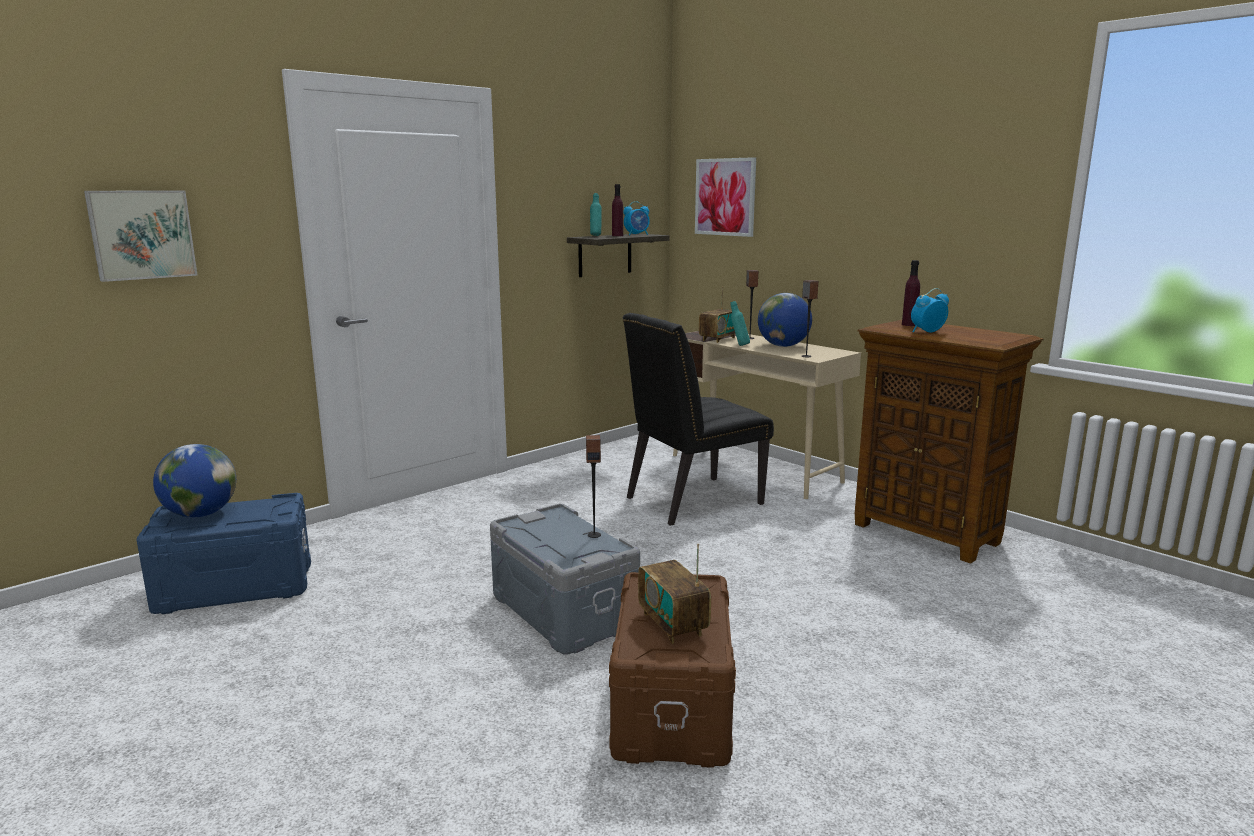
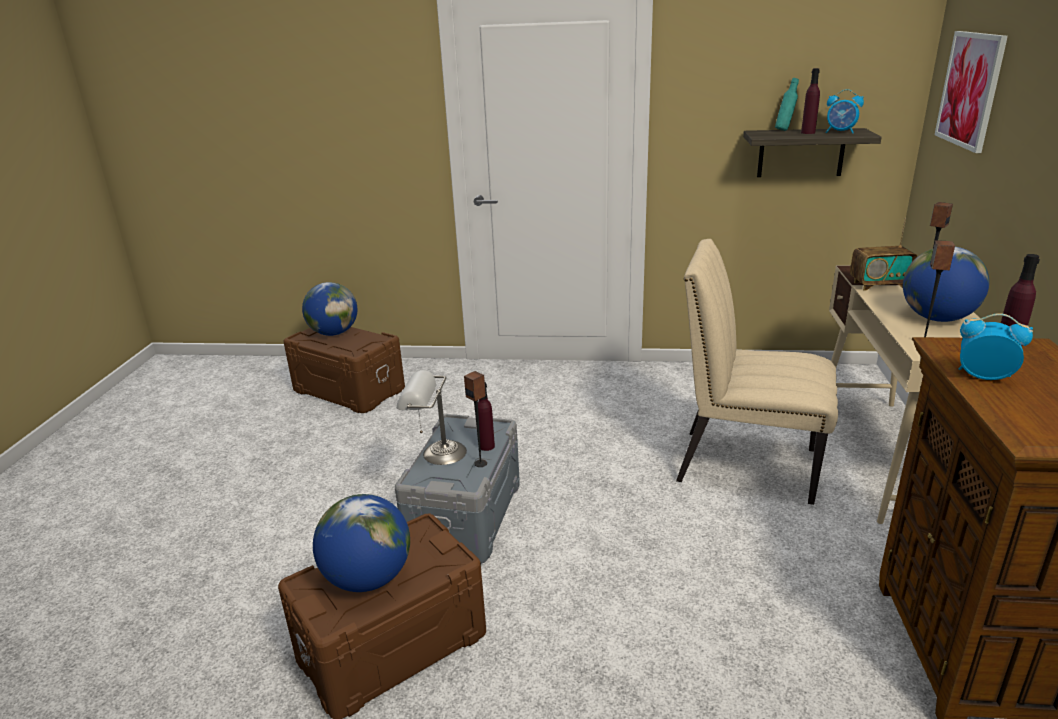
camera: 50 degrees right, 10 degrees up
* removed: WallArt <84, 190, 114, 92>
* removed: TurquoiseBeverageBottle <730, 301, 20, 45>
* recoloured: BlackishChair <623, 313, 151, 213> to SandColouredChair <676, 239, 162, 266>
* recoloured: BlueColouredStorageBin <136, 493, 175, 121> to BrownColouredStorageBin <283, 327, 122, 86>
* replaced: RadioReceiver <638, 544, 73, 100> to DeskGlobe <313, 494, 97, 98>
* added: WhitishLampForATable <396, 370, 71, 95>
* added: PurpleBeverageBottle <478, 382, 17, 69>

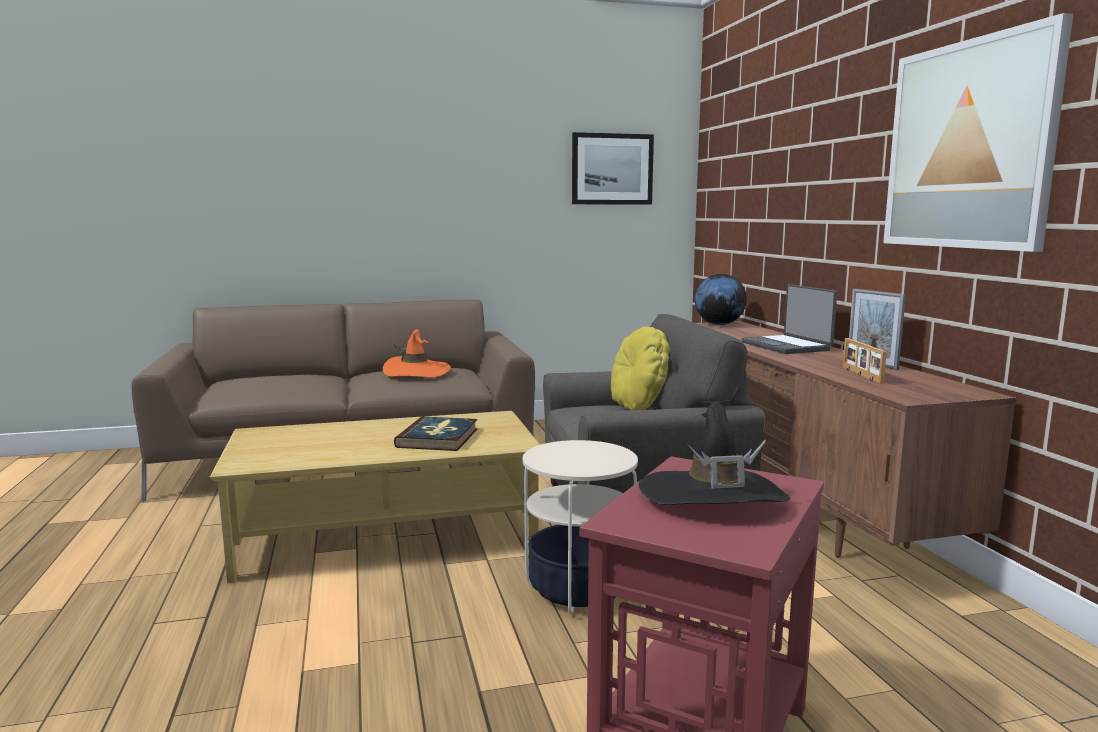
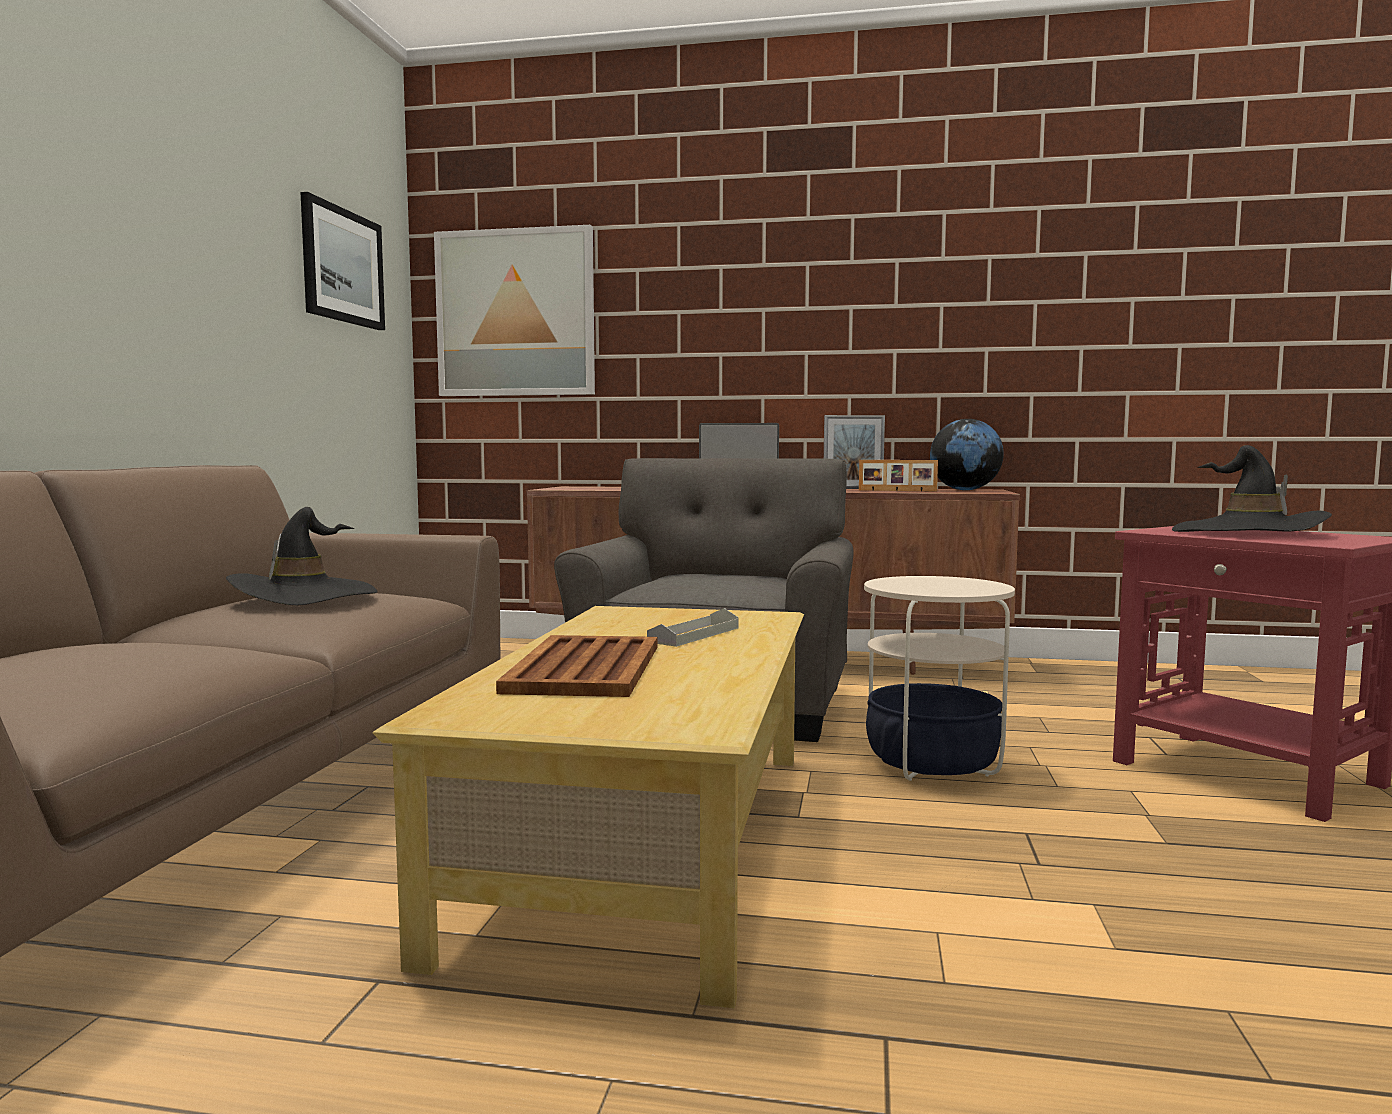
camera: 65 degrees left, 5 degrees down
* moved: WallArt <883, 13, 190, 239> to <434, 225, 161, 171>
* moved: DeskGlobe <695, 274, 52, 51> to <930, 419, 74, 71>
* removed: YellowishCushion <611, 327, 59, 83>
* recoloured: OrangeyHat <383, 329, 68, 48> to BlackishHat <226, 507, 152, 98>
* replaced: Book <394, 416, 84, 35> to GreyTray <647, 608, 92, 39>
* added: BrownColouredTray <496, 635, 162, 62>

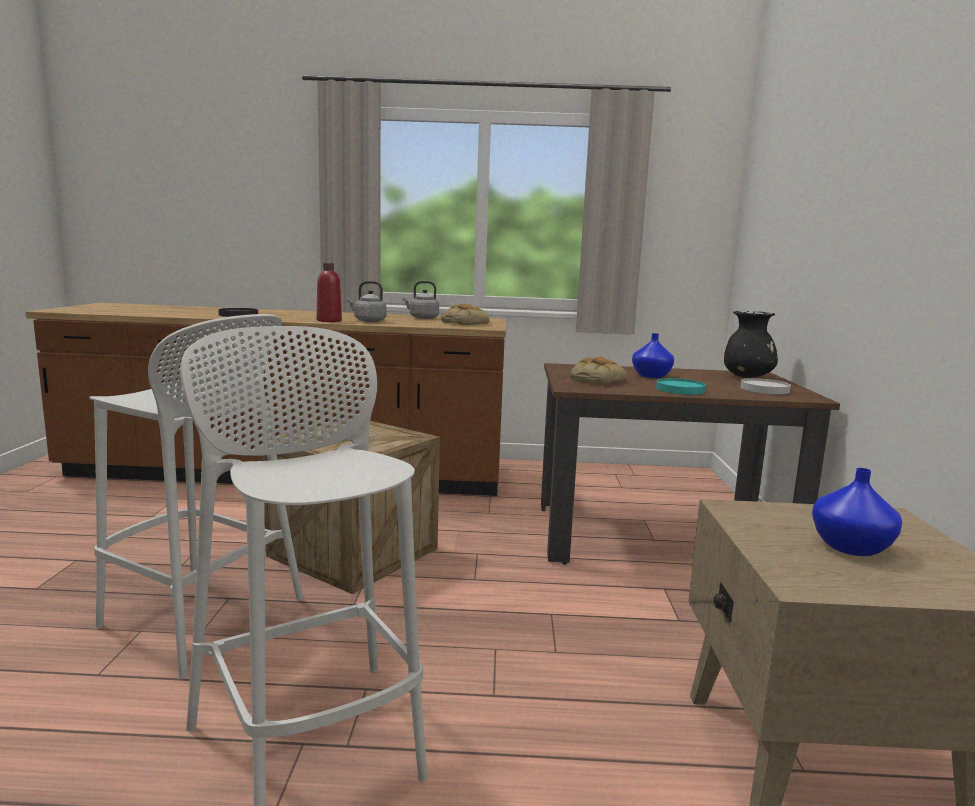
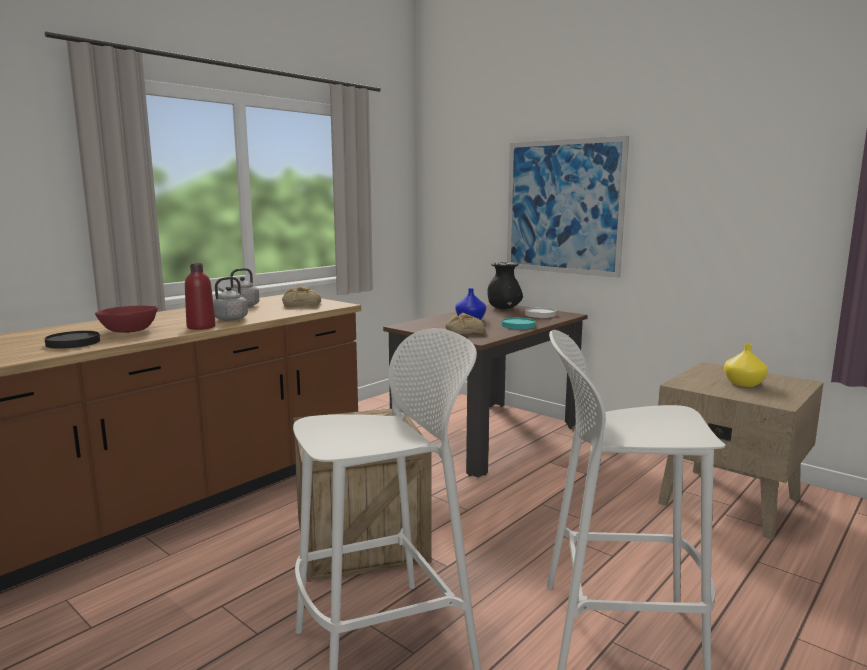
camera: 50 degrees left, 0 degrees up
* recoloured: BlueColouredFlowerVase <812, 468, 90, 88> to YellowishFlowerVase <724, 344, 44, 43>
* added: WallArt <507, 136, 122, 142>
* added: RedServingBowl <95, 306, 63, 27>

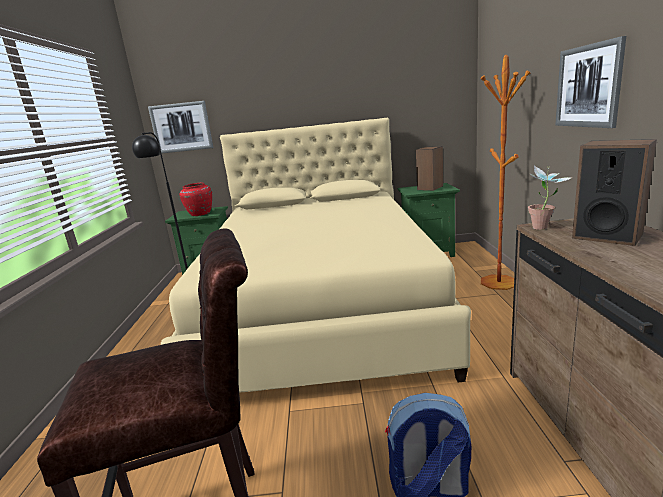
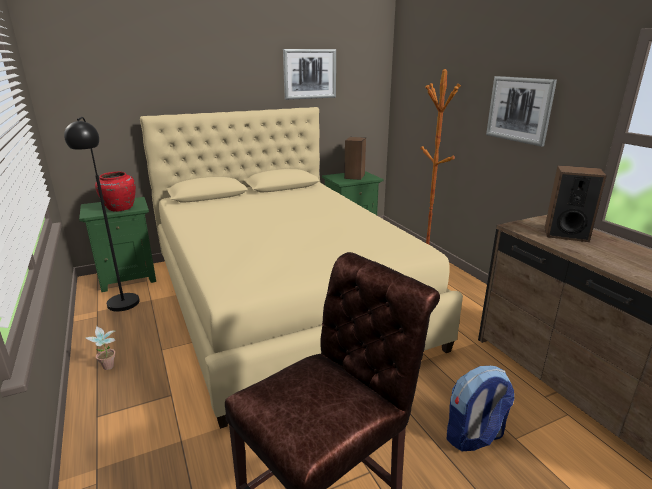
camera: 25 degrees left, 5 degrees up
* moved: WallArt <148, 101, 65, 52> to <283, 49, 53, 51>
* moved: PlantInAPot <528, 165, 45, 65> to <86, 326, 29, 44>

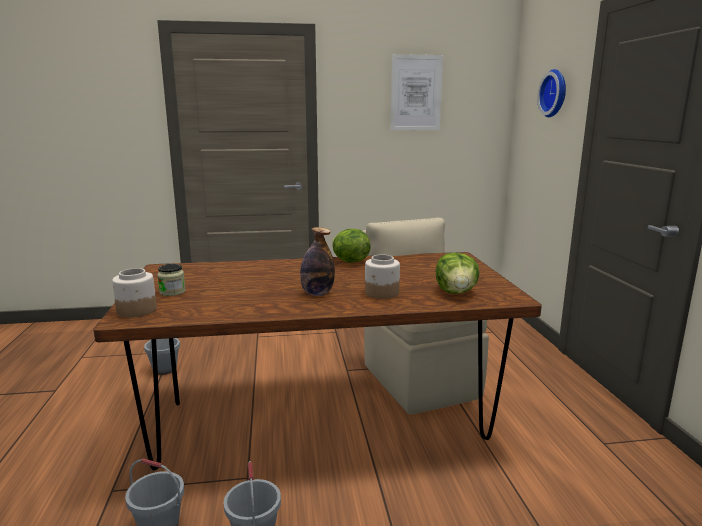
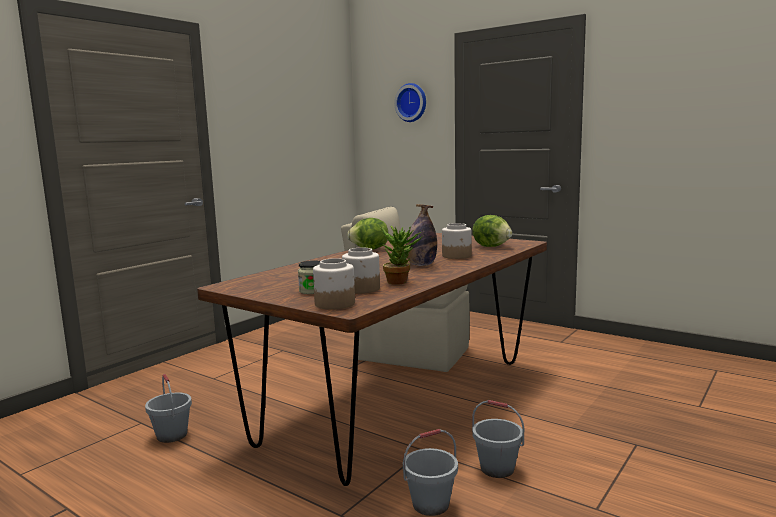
camera: 45 degrees left, 5 degrees down
* removed: WallArt <391, 54, 52, 76>
* added: PlantInAPot <380, 226, 43, 59>
* added: StorageJar <342, 248, 38, 46>

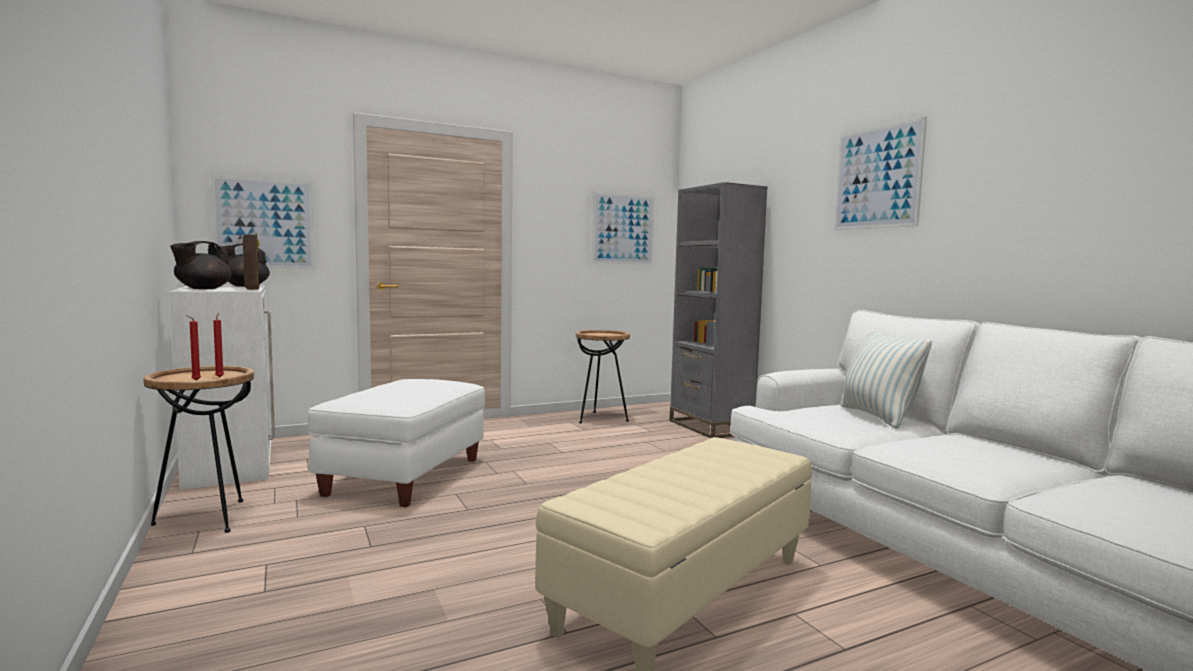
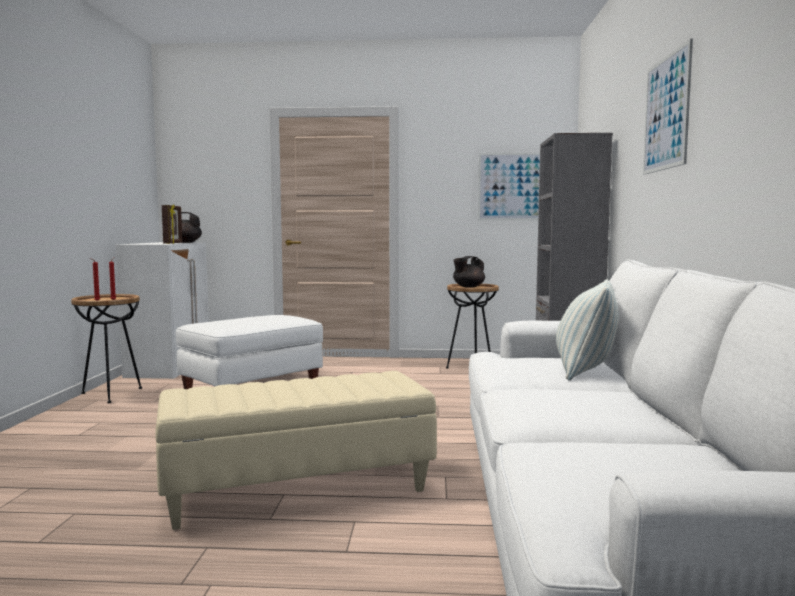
camera: 30 degrees right, 0 degrees up
* removed: WallArt <211, 175, 103, 94>
* moved: BlackishPotForTea <170, 241, 62, 48> to <453, 256, 32, 32>

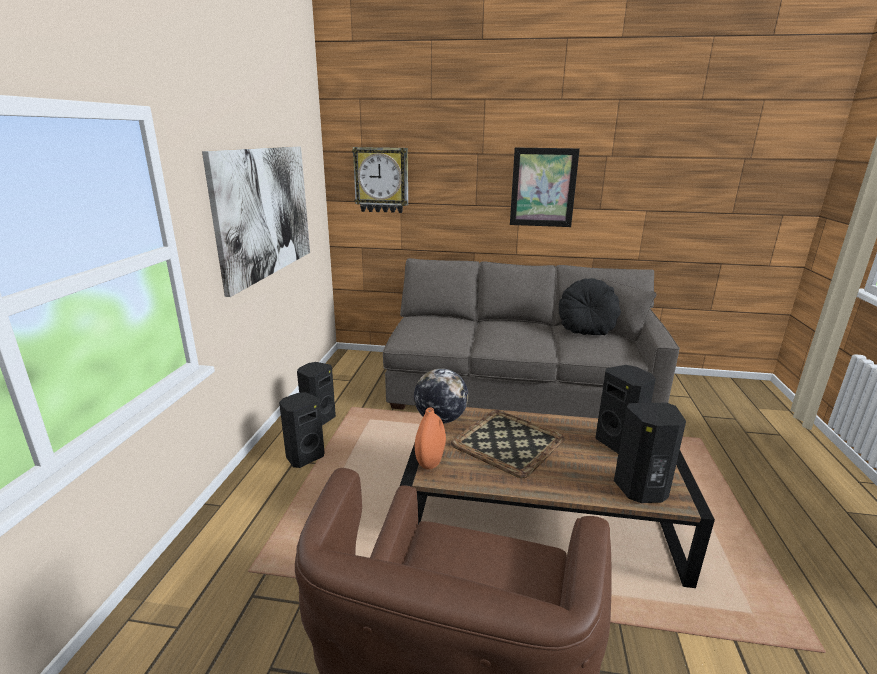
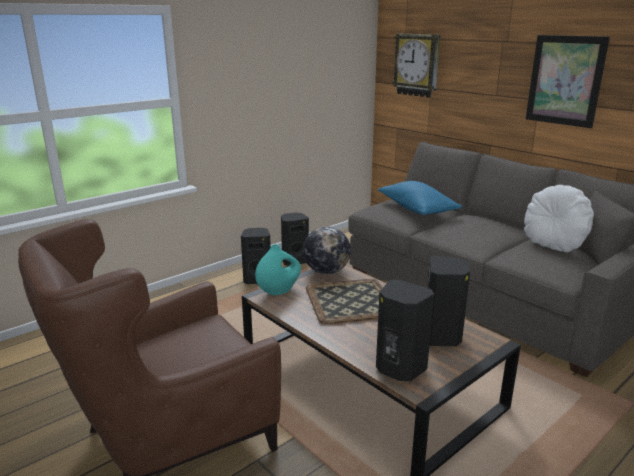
camera: 40 degrees right, 0 degrees up
* removed: WallArt <202, 146, 108, 151>
* recoloured: BlackishCushion <559, 278, 62, 57> to WhitishCushion <524, 185, 70, 67>
* recoloured: OrangeyFlowerVase <415, 407, 31, 62> to TurquoiseFlowerVase <255, 244, 46, 51>
* added: BlueColouredCushion <378, 181, 84, 34>

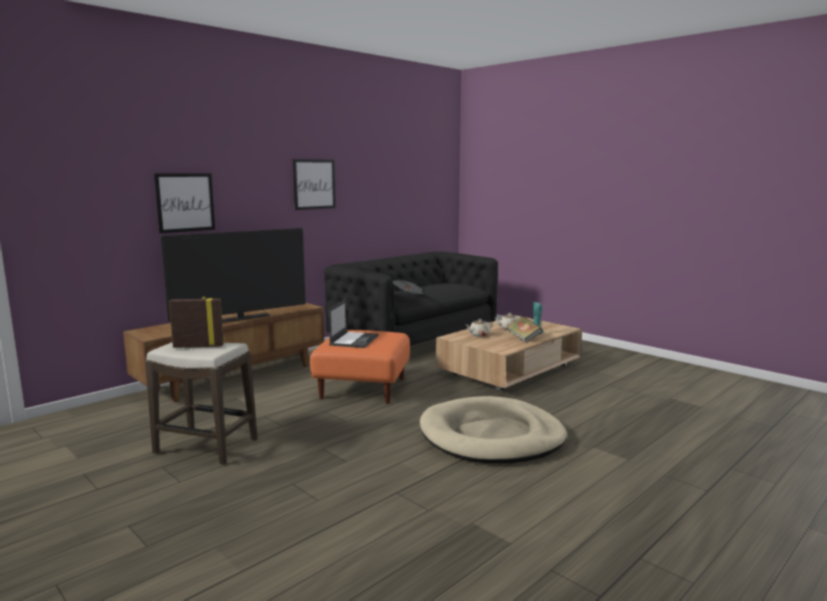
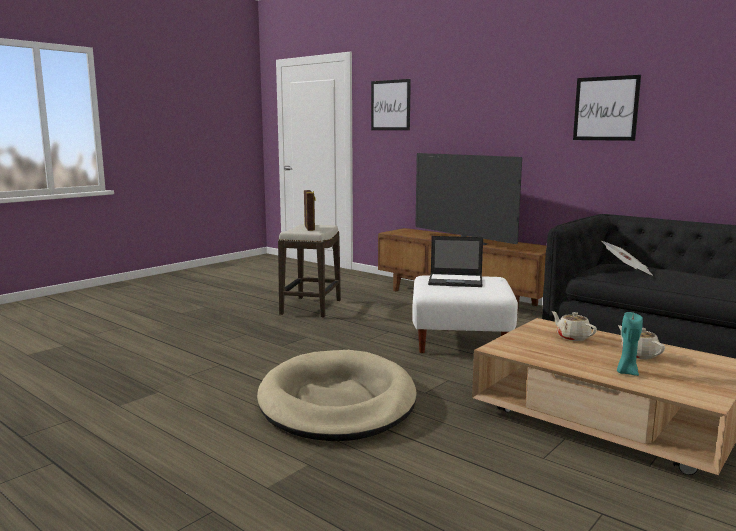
camera: 85 degrees right, 0 degrees up
* moved: WallArt <154, 173, 61, 60> to <371, 79, 40, 51>
* removed: Book <507, 316, 36, 27>
* recoloured: OrangeyFootrest <310, 330, 100, 74> to WhitishFootrest <412, 275, 106, 78>

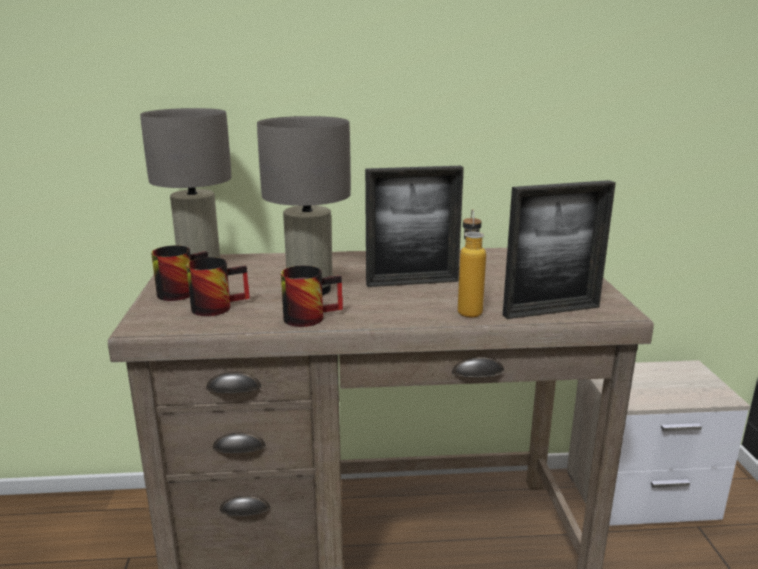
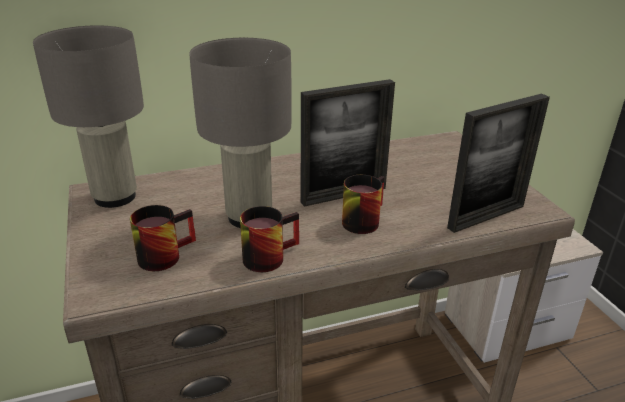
camera: 15 degrees left, 10 degrees up
* removed: BeverageBottle <458, 209, 28, 109>
* moved: CoffeeMug <151, 245, 57, 56> to <342, 175, 42, 59>

